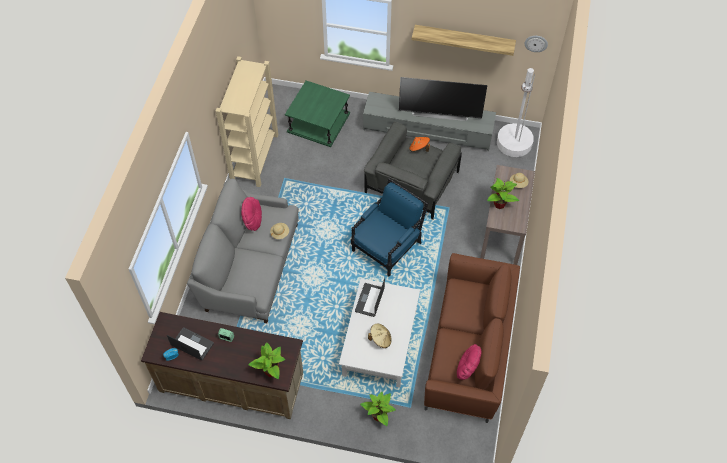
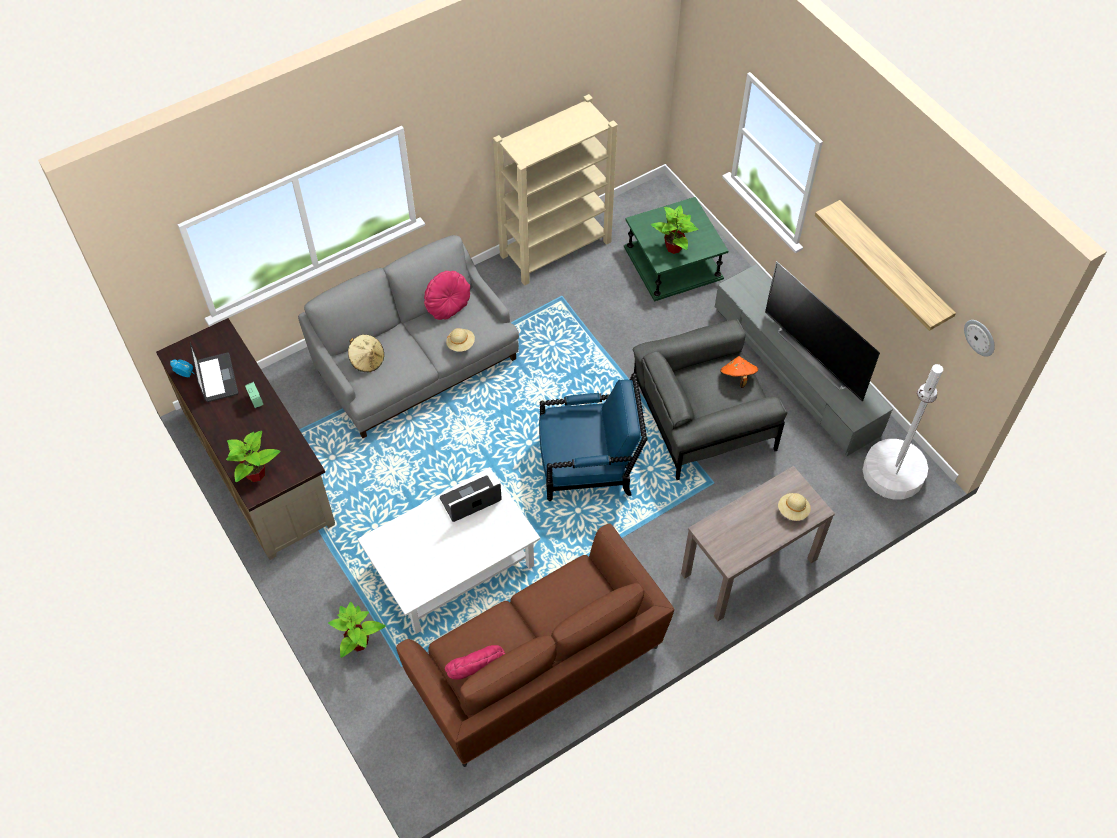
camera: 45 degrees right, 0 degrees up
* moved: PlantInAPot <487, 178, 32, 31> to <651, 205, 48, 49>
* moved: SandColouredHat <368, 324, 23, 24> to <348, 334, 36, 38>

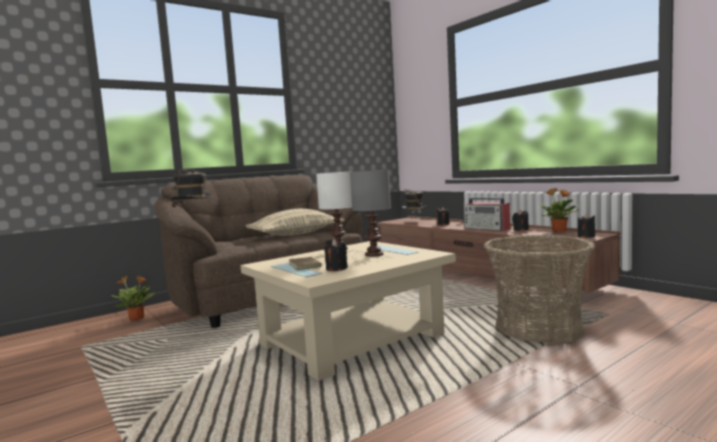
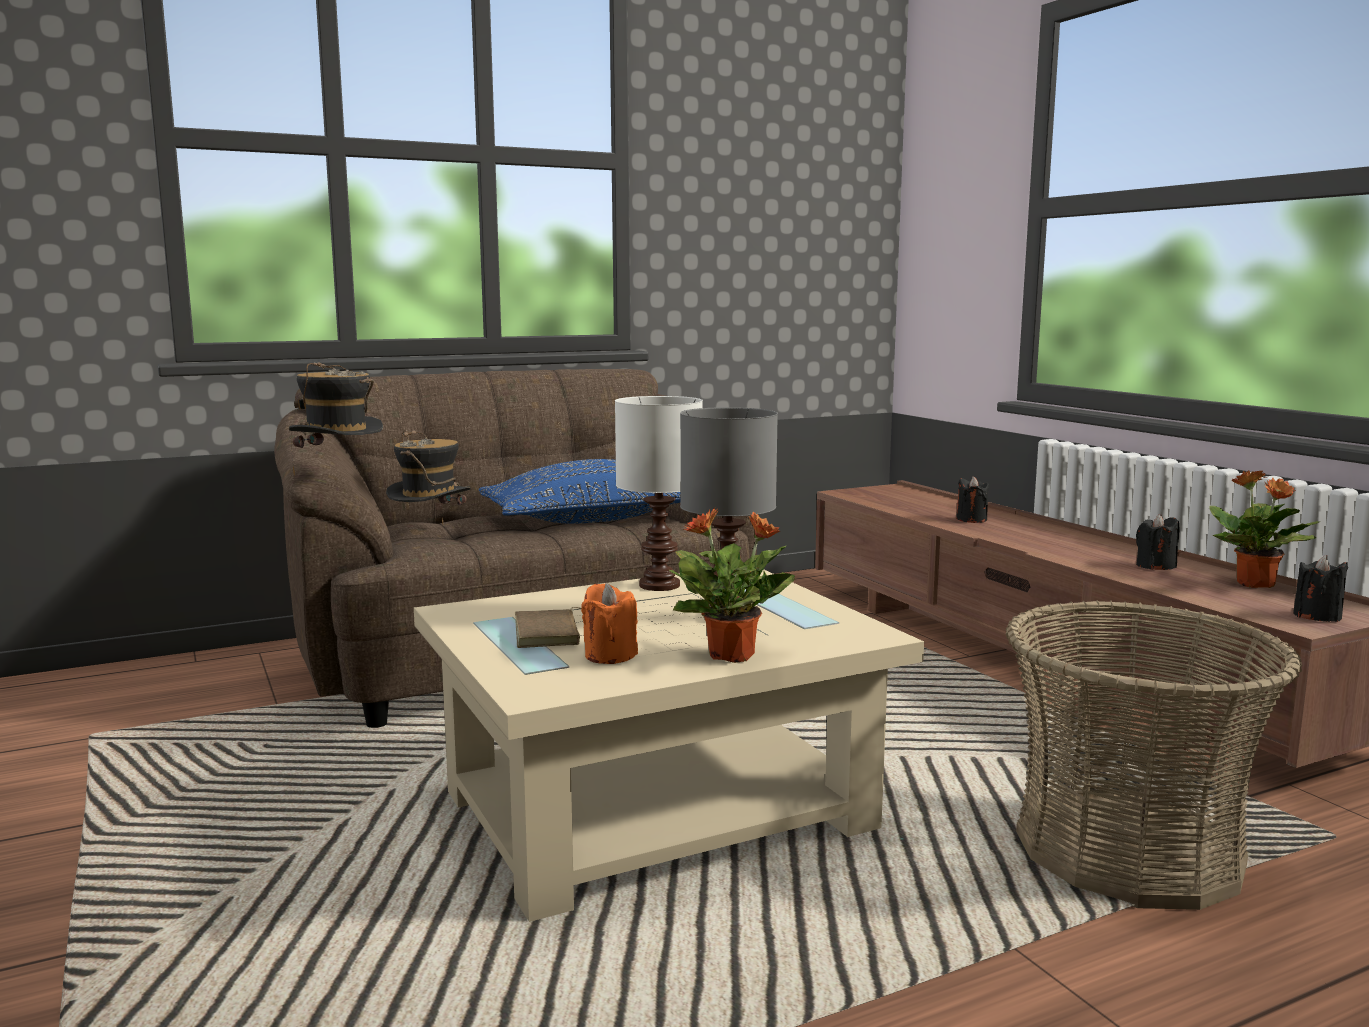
camera: 10 degrees right, 5 degrees up
* moved: Hat <402, 189, 25, 27> to <386, 430, 85, 94>
* removed: RadioReceiver <464, 197, 46, 34>
* recoloured: SandColouredCushion <246, 209, 99, 27> to BlueColouredCushion <479, 459, 201, 65>
* recoloured: BlackishWaxCandle <324, 239, 24, 32> to OrangeyWaxCandle <581, 583, 57, 81>
* moved: PlantInAPot <111, 276, 45, 44> to <669, 508, 126, 155>

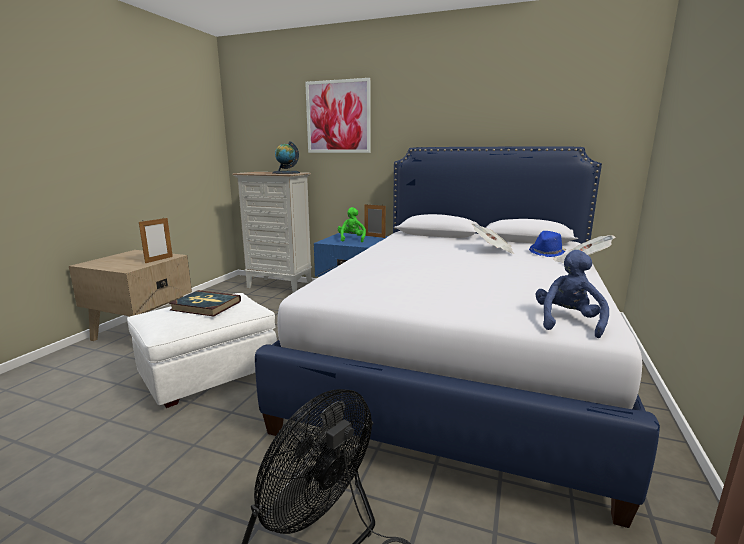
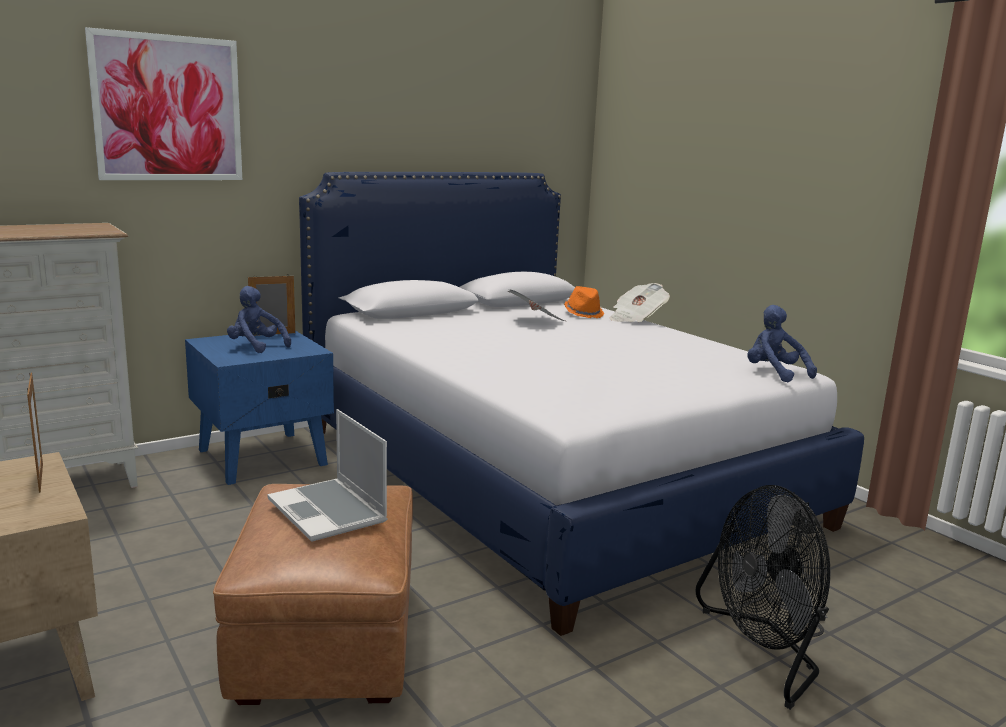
camera: 55 degrees left, 0 degrees up
* removed: DeskGlobe <272, 141, 28, 33>
* recoloured: GreenColouredPlushToy <338, 207, 28, 35> to BlueColouredPlushToy <227, 286, 64, 67>
* recoloured: BlueColouredHat <529, 231, 37, 26> to OrangeyHat <564, 286, 41, 32>
* replaced: Book <169, 290, 72, 27> to Laptop <267, 409, 120, 133>
* recoloured: WhitishFootrest <127, 293, 150, 115> to BrownColouredFootrest <213, 484, 200, 221>

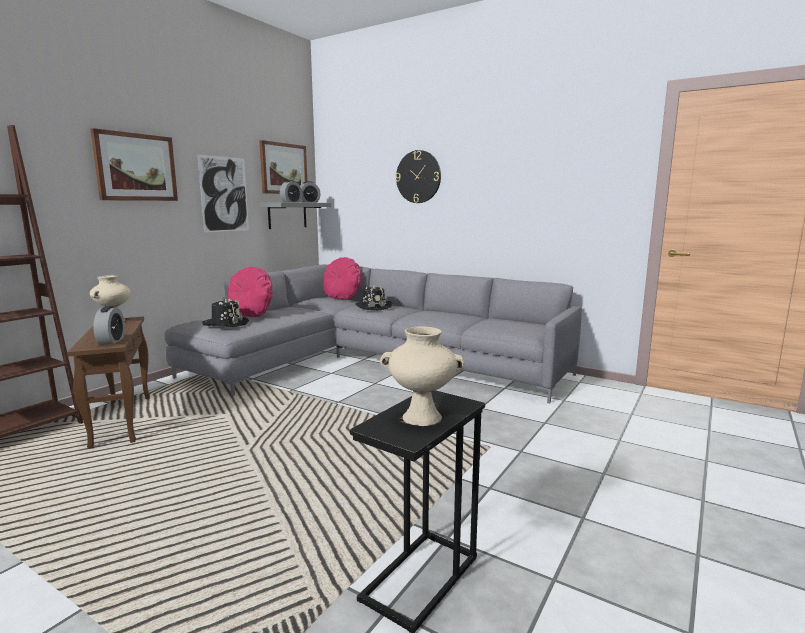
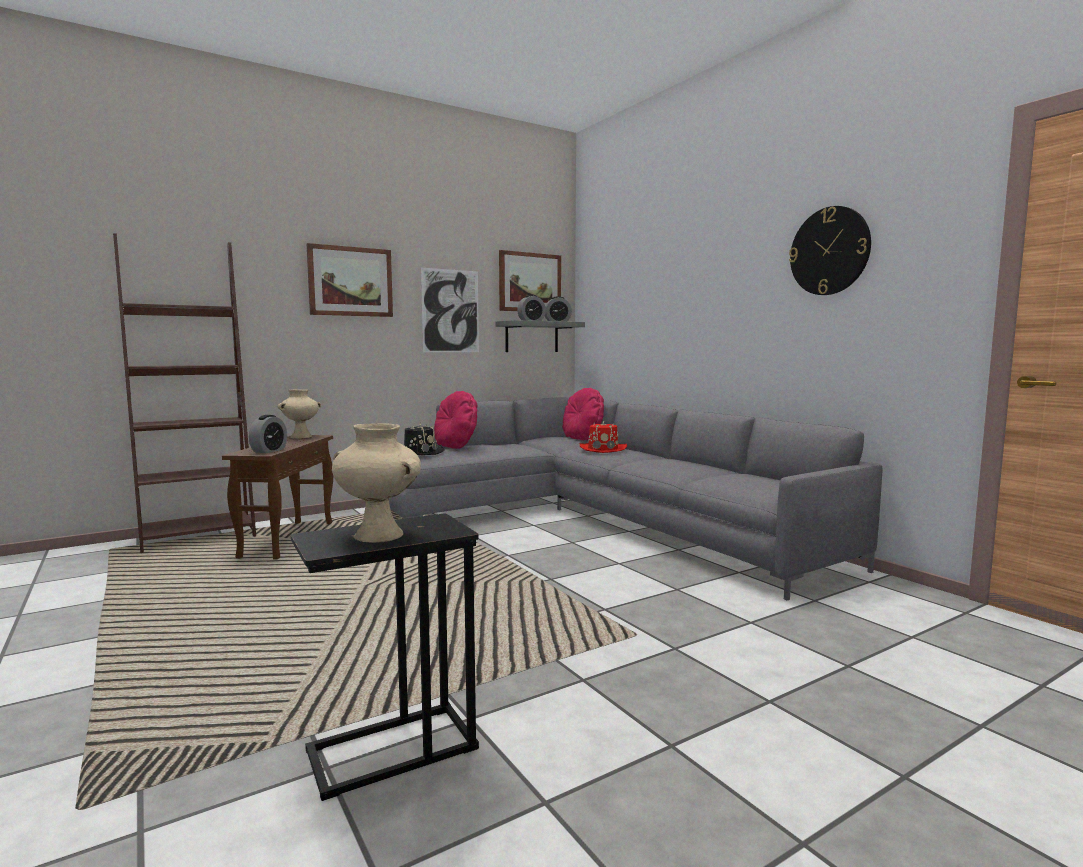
camera: 25 degrees right, 5 degrees down
* moved: HangingClock <395, 150, 46, 53> to <789, 206, 82, 89>
* recoloured: BlackishHat <355, 285, 37, 25> to RedHat <580, 420, 47, 33>

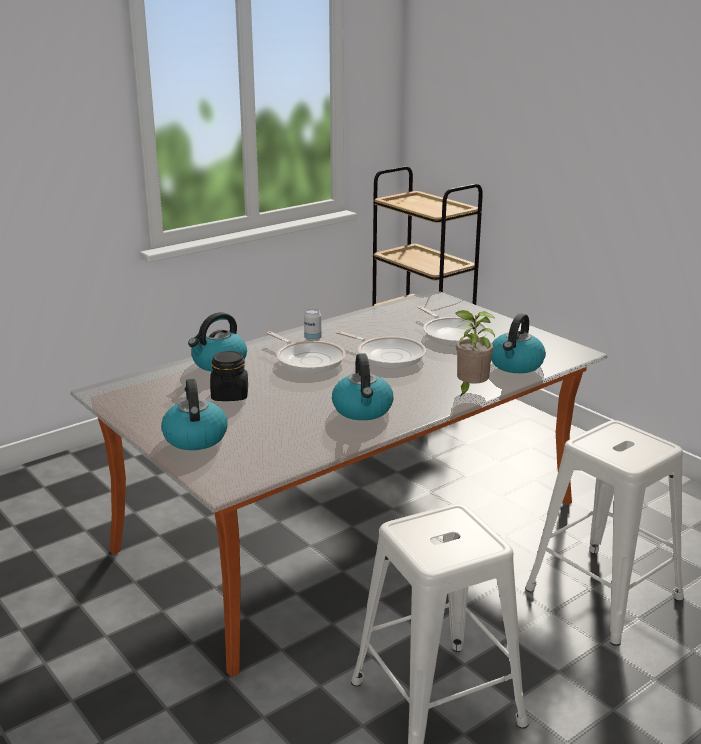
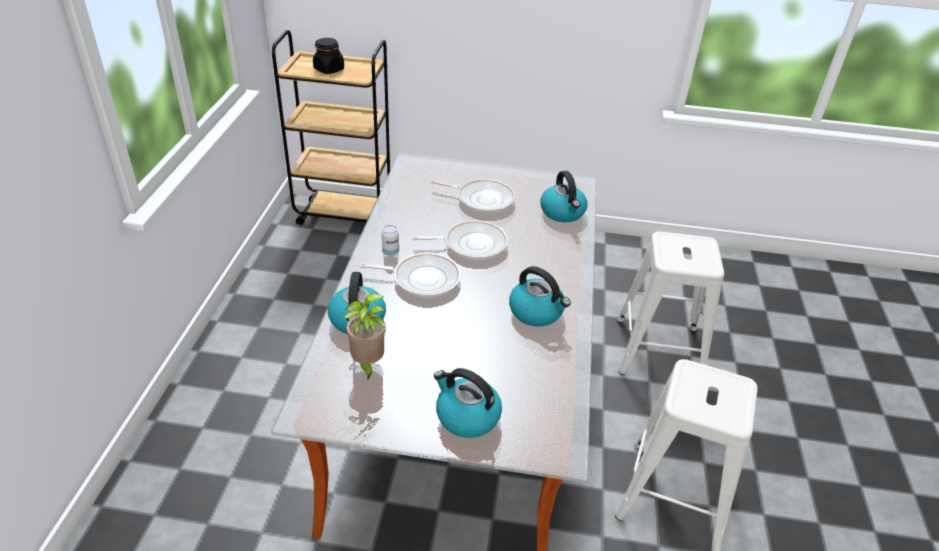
camera: 45 degrees left, 15 degrees up
* moved: PlantInAPot <455, 310, 40, 88> to <343, 294, 43, 87>
* moved: BlackishStorageJar <210, 351, 38, 50> to <313, 38, 31, 36>

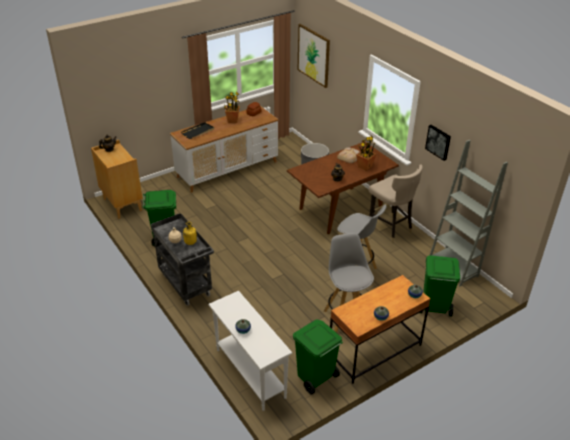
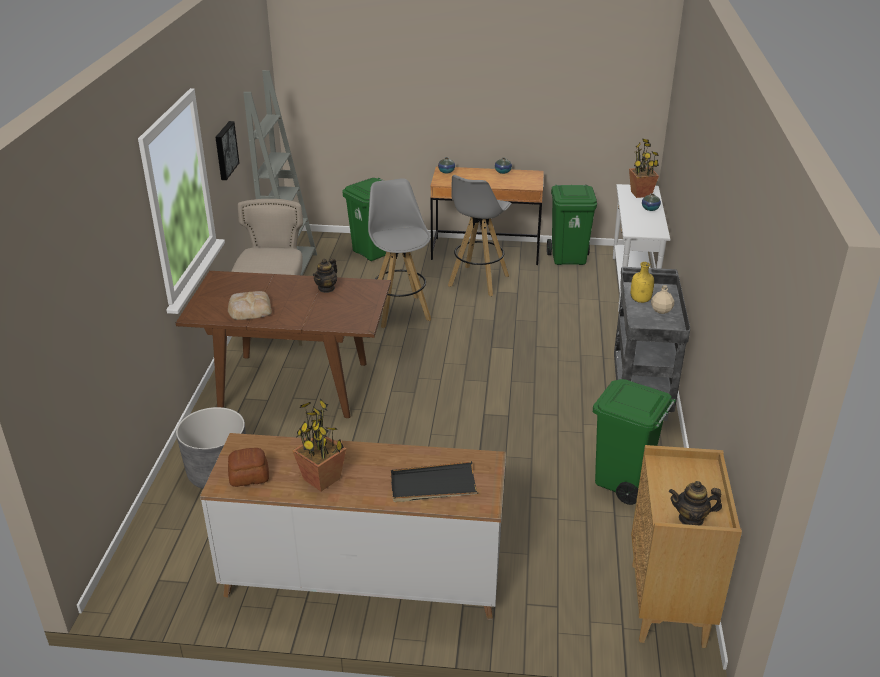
camera: 140 degrees left, 5 degrees down
* removed: WallArt <298, 24, 32, 64>
* moved: PlantInAPot <356, 134, 20, 37> to <629, 139, 30, 59>

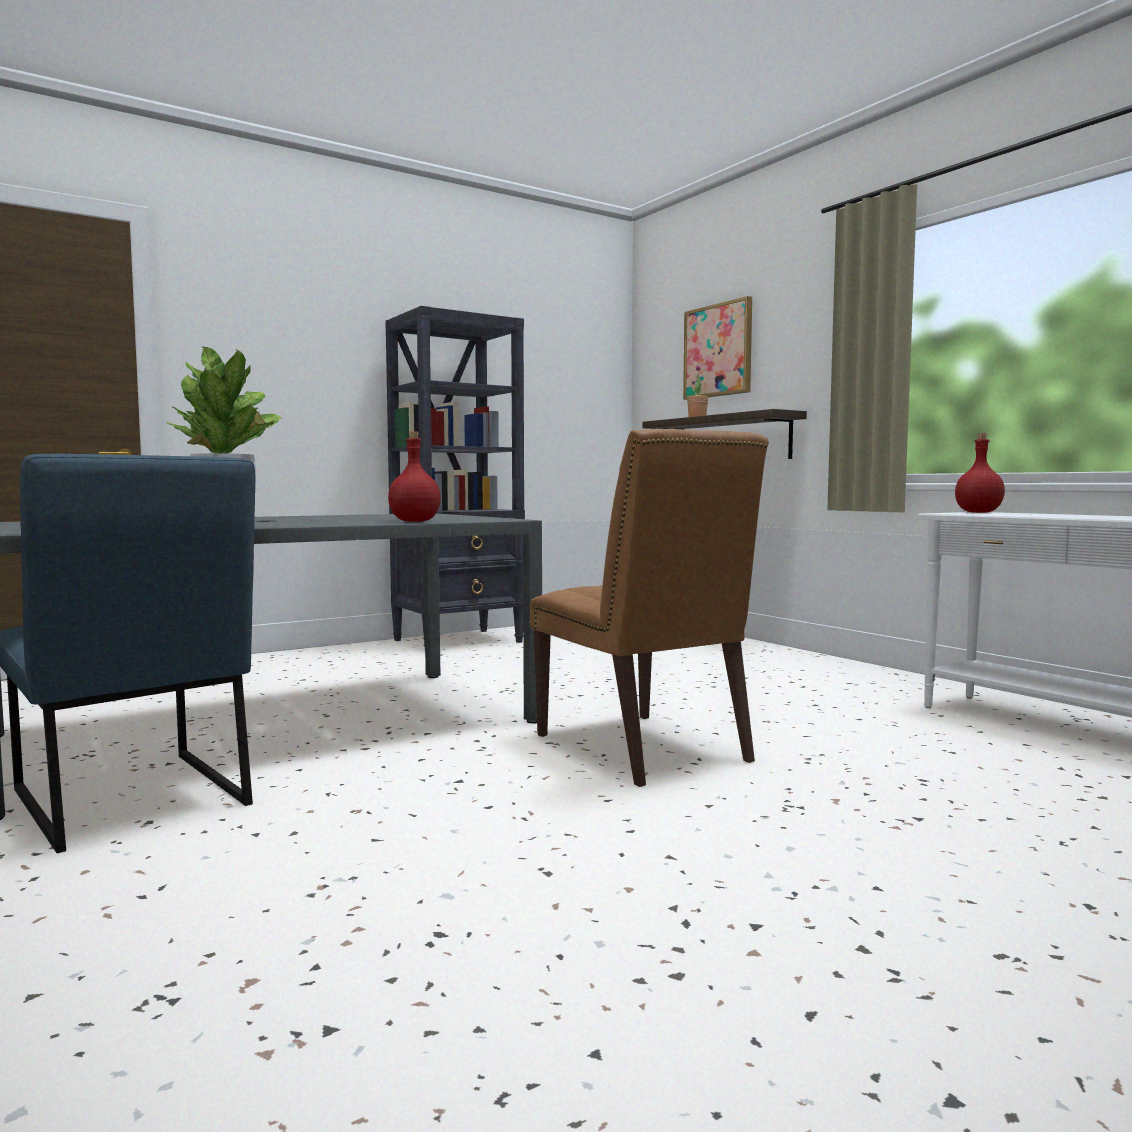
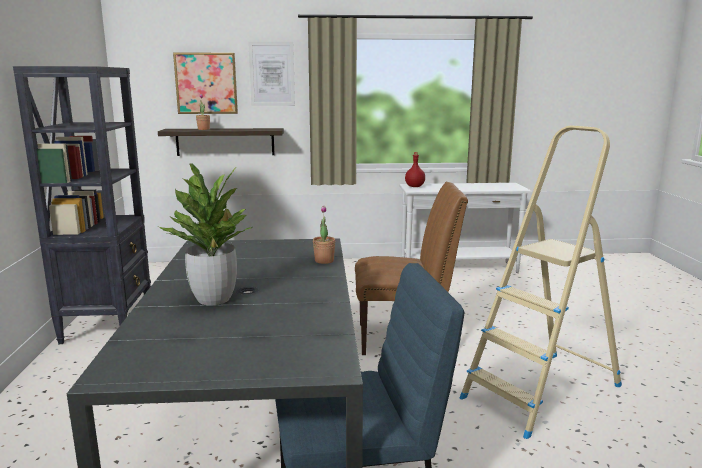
camera: 60 degrees left, 10 degrees up
* replaced: RedBeverageBottle <388, 431, 53, 91> to PlantInAPot <313, 206, 23, 58>
* added: WallArt <248, 42, 47, 64>
* added: SandColouredStepLadder <460, 125, 162, 314>

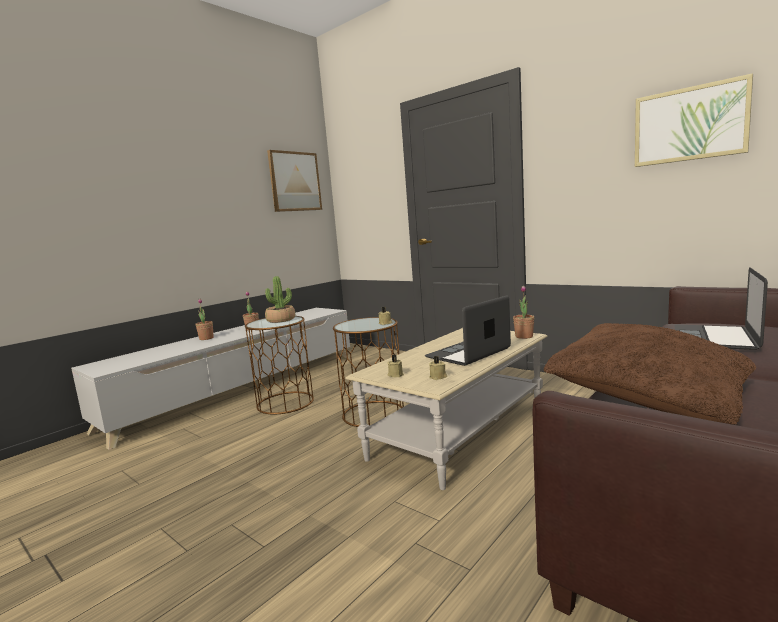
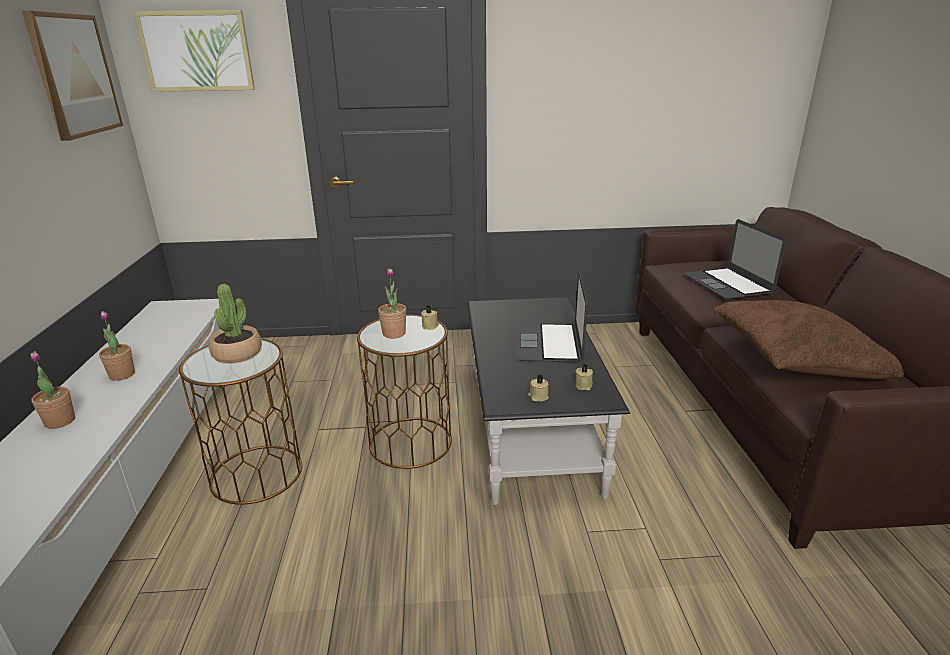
camera: 45 degrees left, 15 degrees up
* moved: WallArt <635, 73, 118, 94> to <134, 10, 121, 82>
* moved: PlantInAPot <513, 286, 21, 53> to <378, 268, 28, 71>
* recoloured: SandColouredLoungeTable <345, 328, 202, 162> to BlackishLoungeTable <467, 297, 163, 208>

